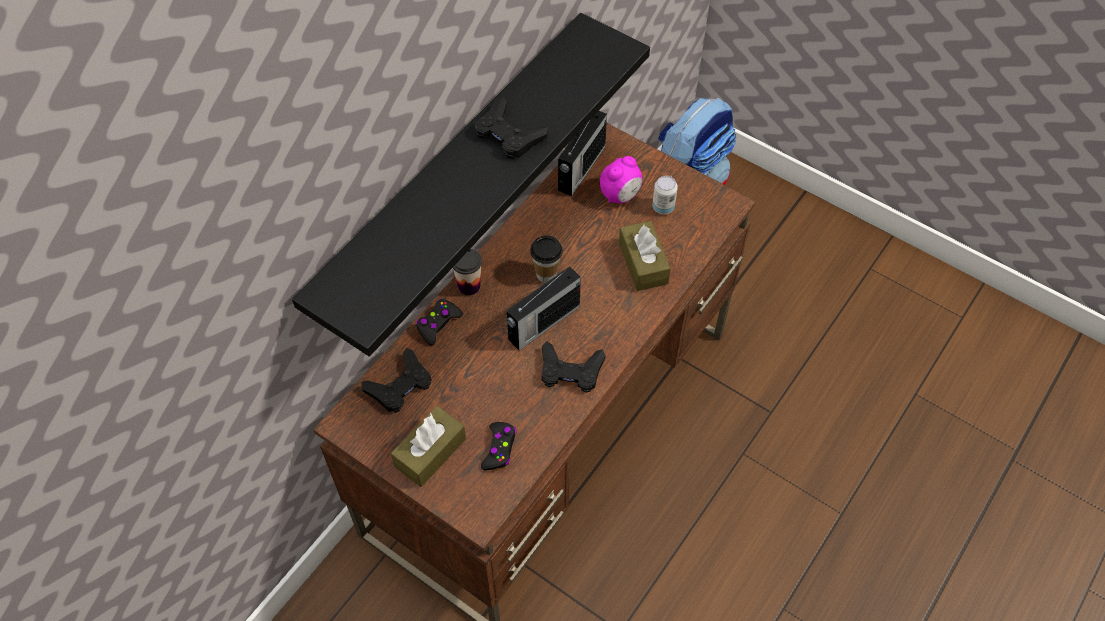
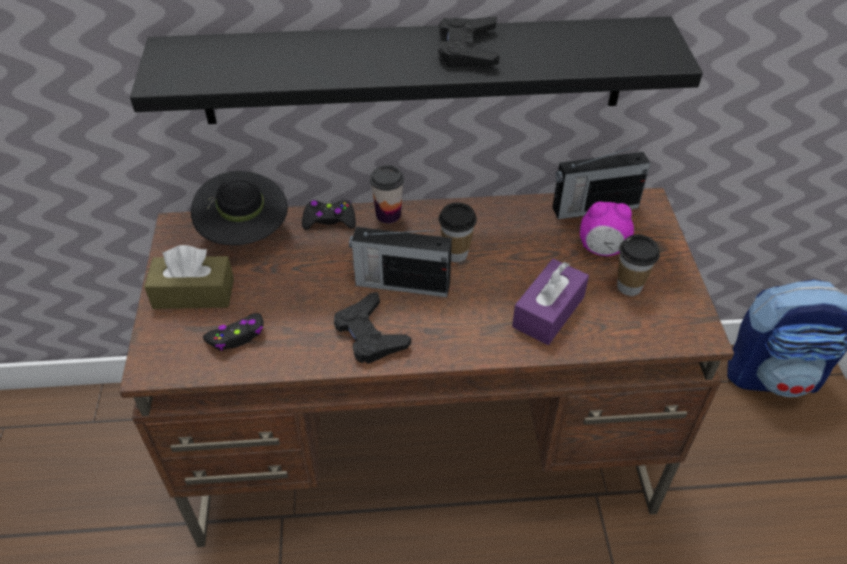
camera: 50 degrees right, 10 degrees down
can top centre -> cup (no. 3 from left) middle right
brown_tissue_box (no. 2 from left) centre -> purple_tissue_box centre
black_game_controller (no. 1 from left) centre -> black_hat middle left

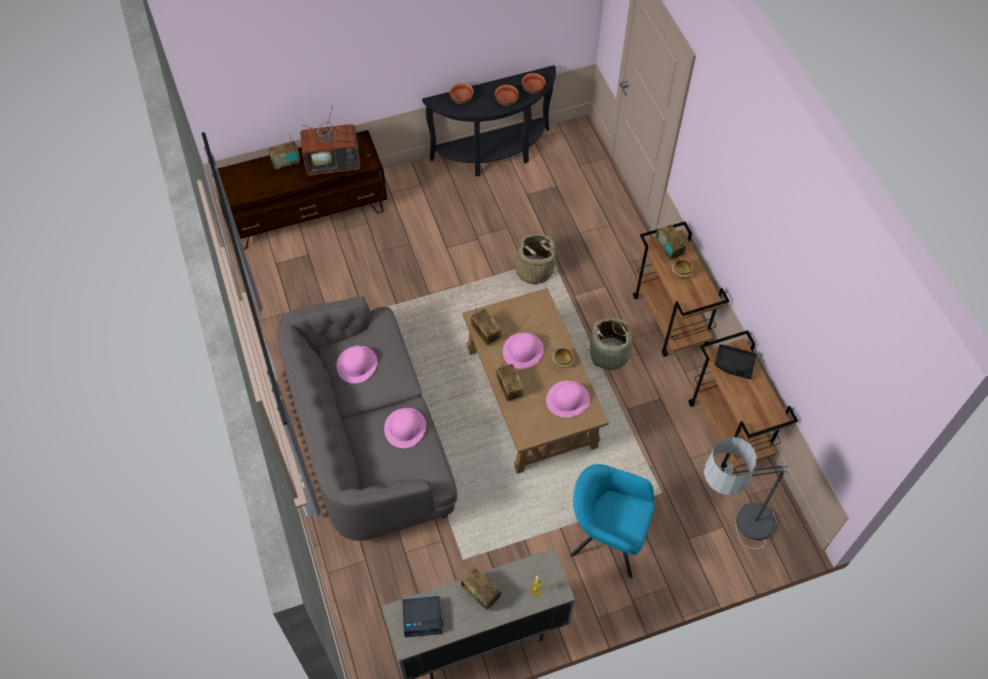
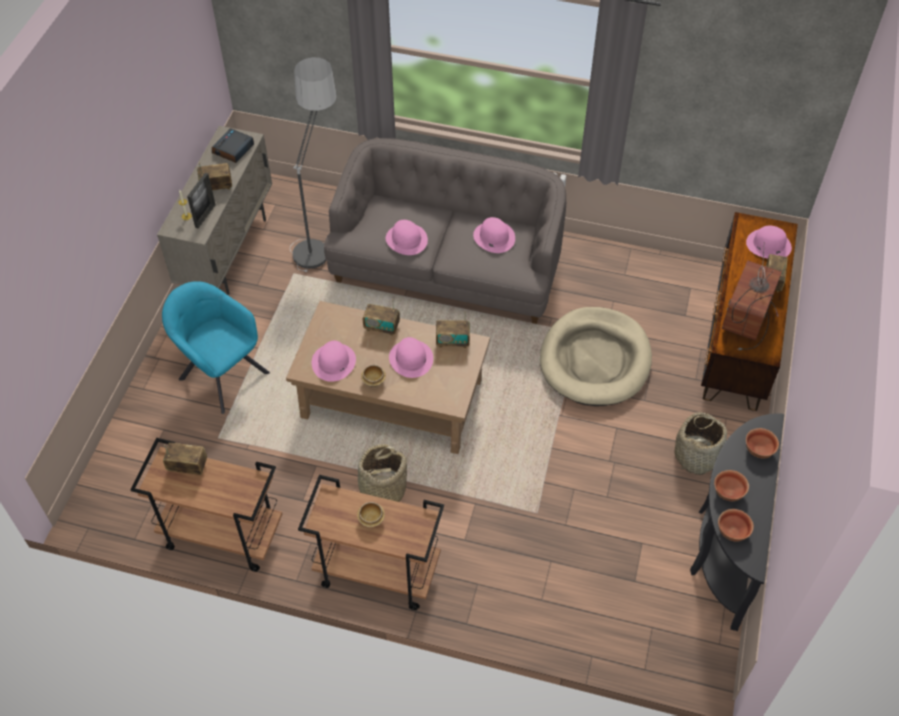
camera: 125 degrees right, 5 degrees down
radio (no. 5 from left in the first image) middle right -> radio (no. 1 from left) middle left, relocated
basket (no. 1 from left in the first image) centre -> basket (no. 2 from left) middle right, relocated
black_tray middle right -> none
floor_lamp bottom right -> floor_lamp top centre, relocated
turquoise_armchair bottom centre -> turquoise_armchair middle left, 105 degrees counterclockwise
none -> picture_frame top left
none -> pink_hat (no. 5 from left) middle right
none -> beige_dog_bed centre

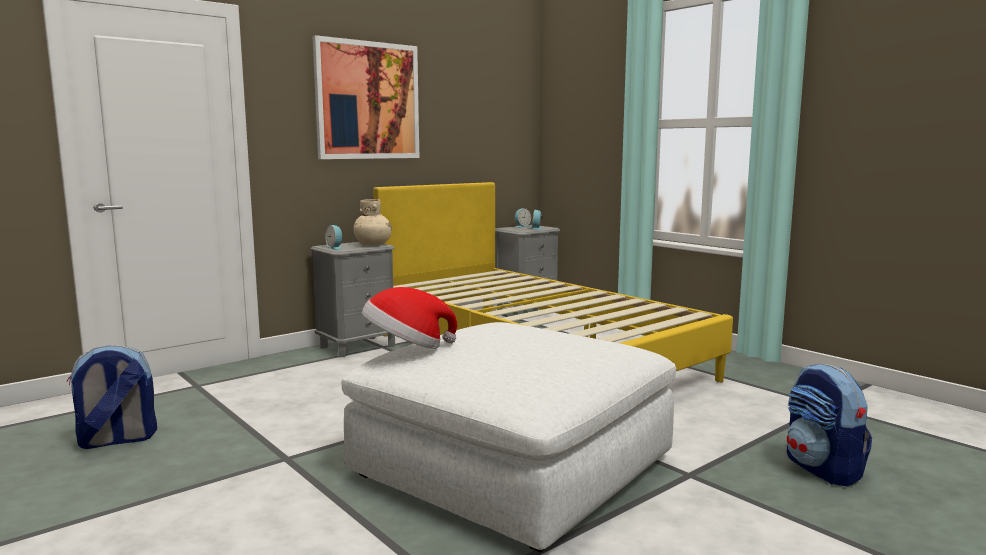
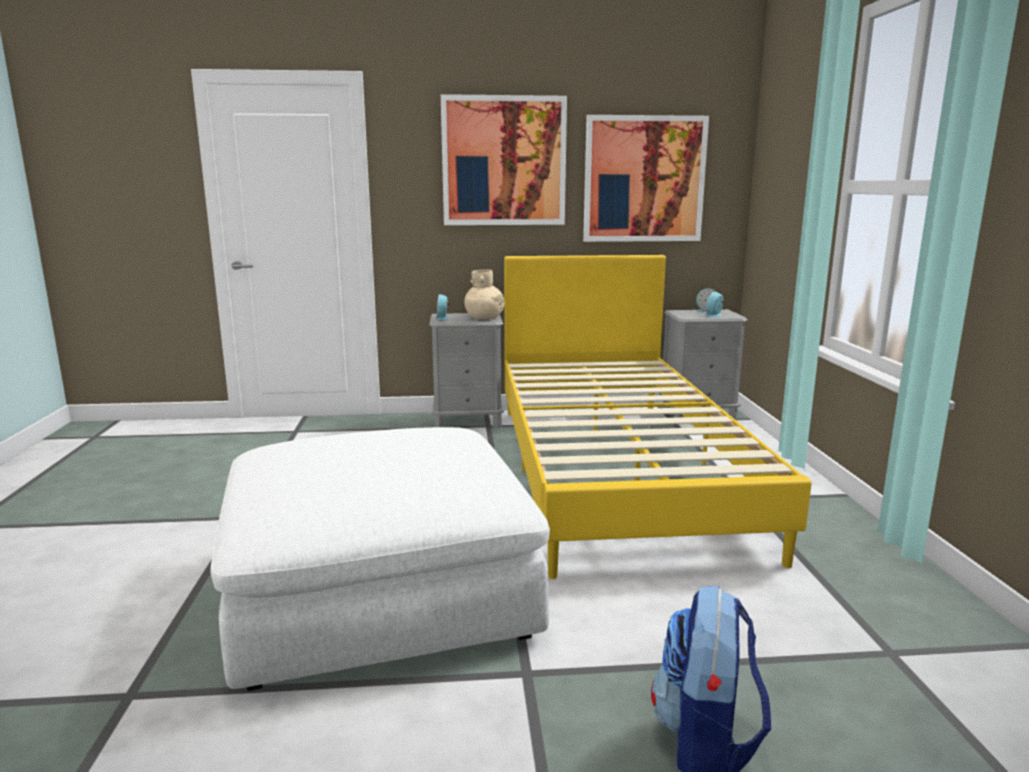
camera: 35 degrees right, 5 degrees up
hat centre -> none
backpack (no. 1 from left) bottom left -> none
none -> picture (no. 2 from left) top centre

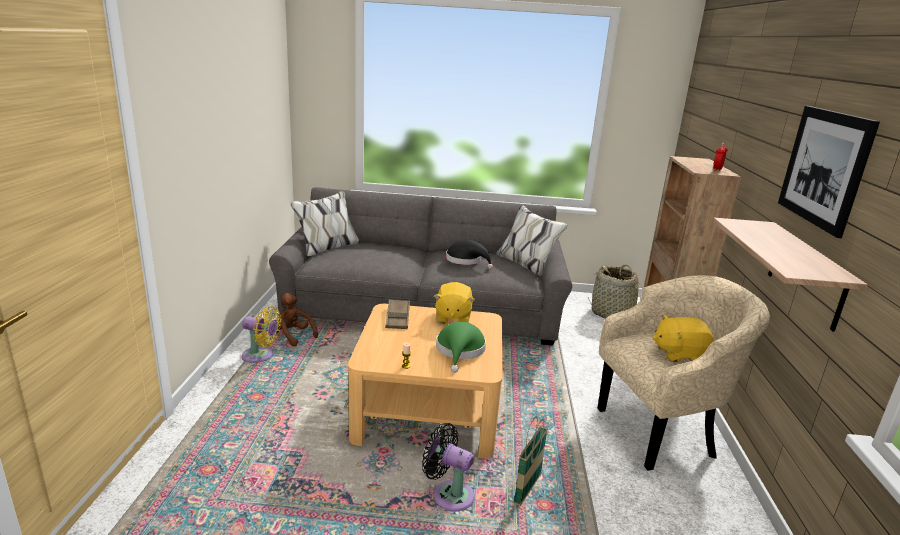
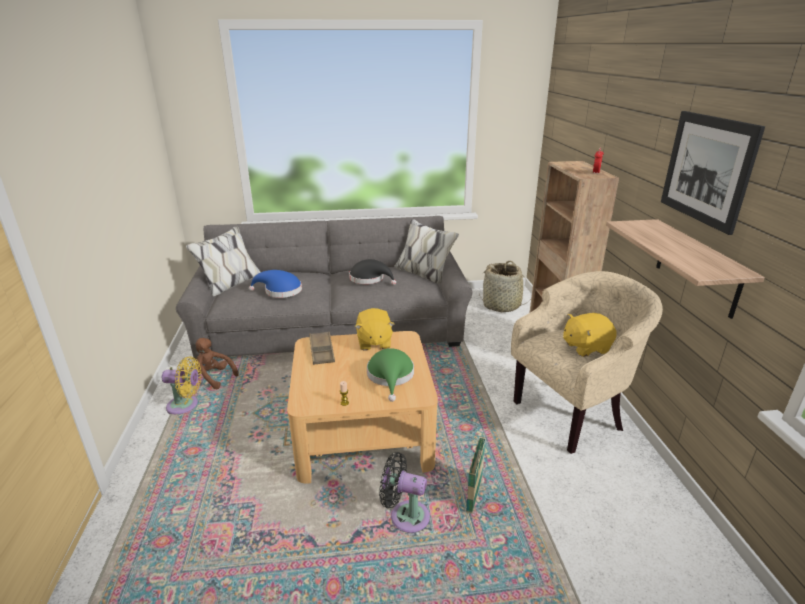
camera: 10 degrees left, 5 degrees up
none -> blue_hat centre

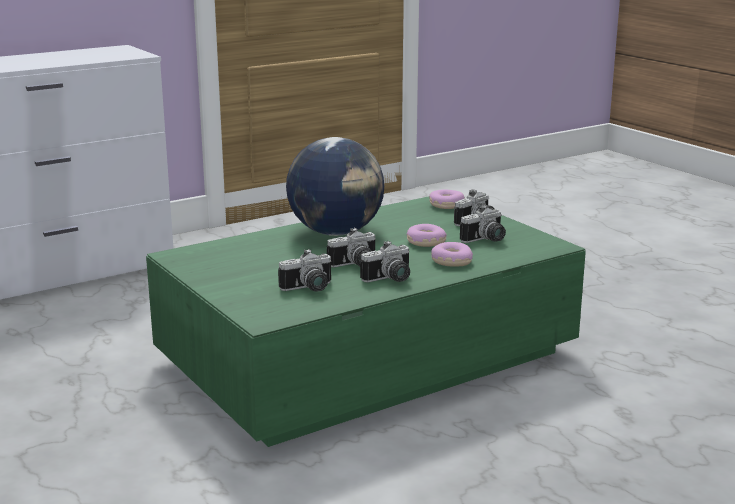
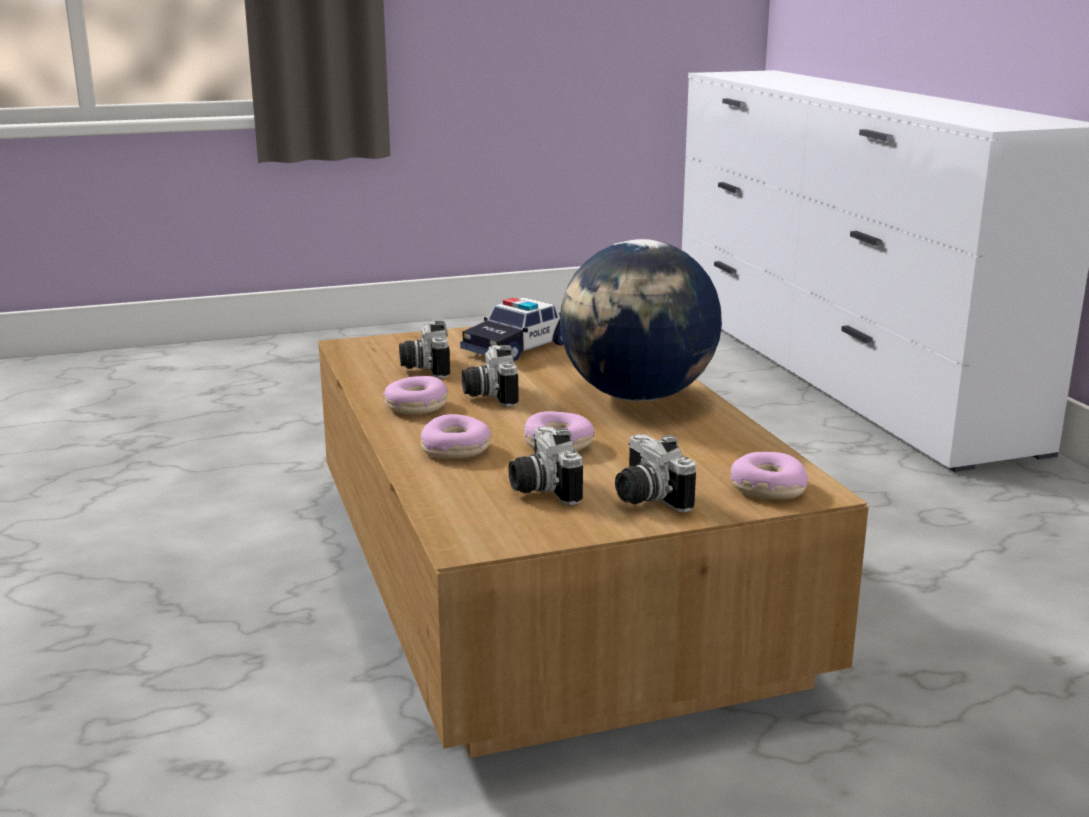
camera: 105 degrees right, 0 degrees up
green_coffee_table centre -> brown_coffee_table centre
photo_camera (no. 3 from left) centre -> donut (no. 1 from left) centre
none -> toy_car centre

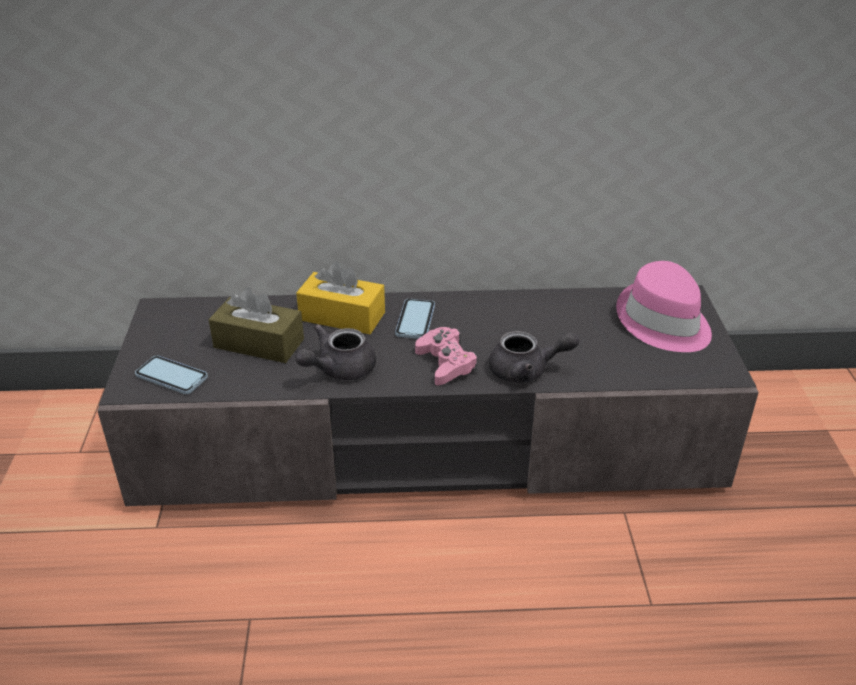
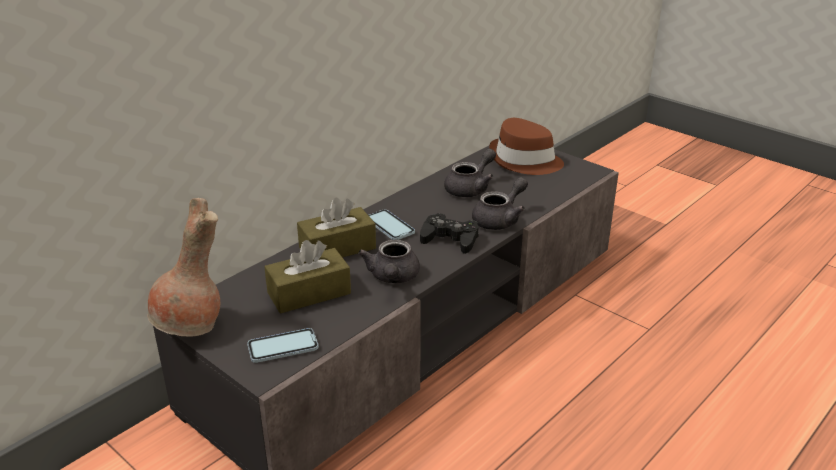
camera: 45 degrees left, 5 degrees down
yellow_tissue_box centre -> brown_tissue_box (no. 2 from left) centre
pink_hat middle right -> brown_hat top centre
pink_game_controller centre -> black_game_controller centre
none -> grey_teapot (no. 2 from left) centre
none -> brown_vase middle left

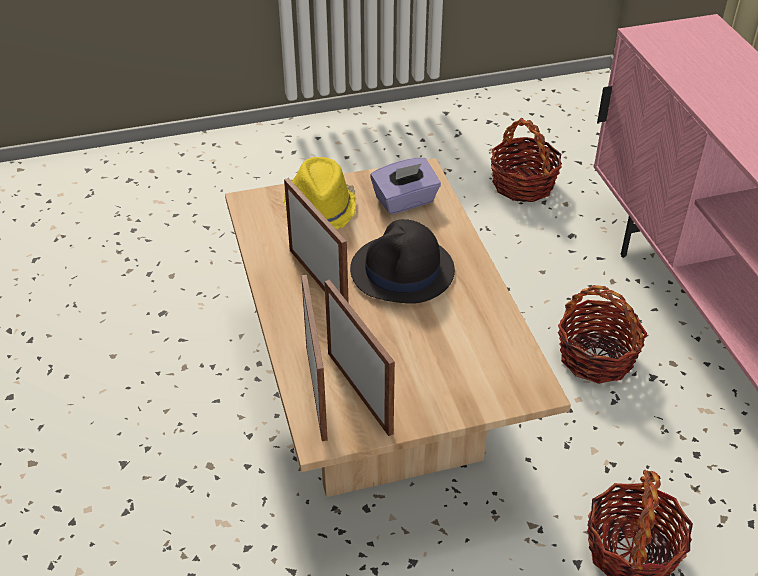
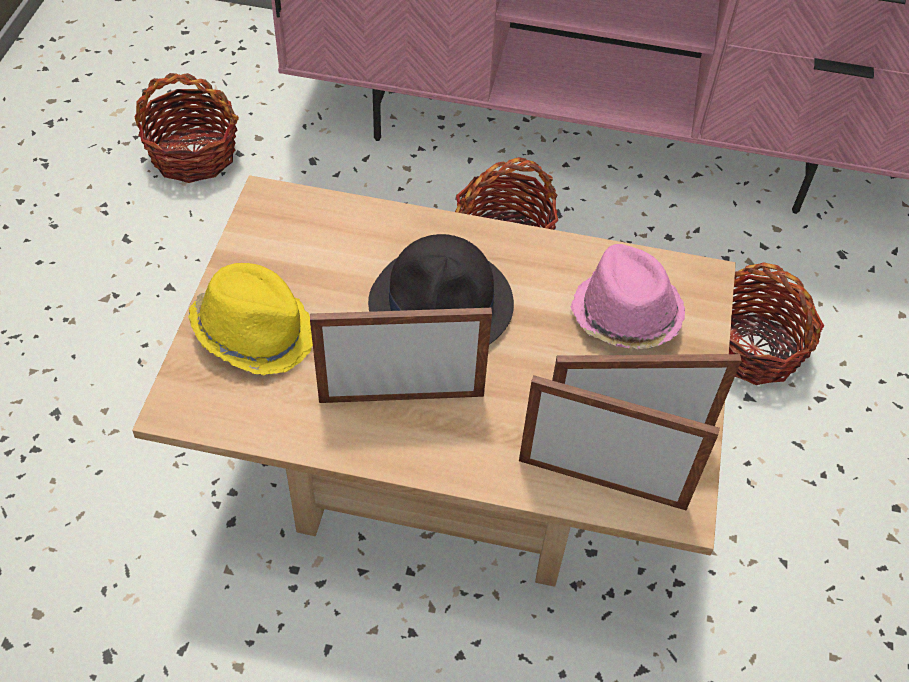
camera: 65 degrees left, 10 degrees up
purple_tissue_box top centre -> none
none -> pink_hat middle right

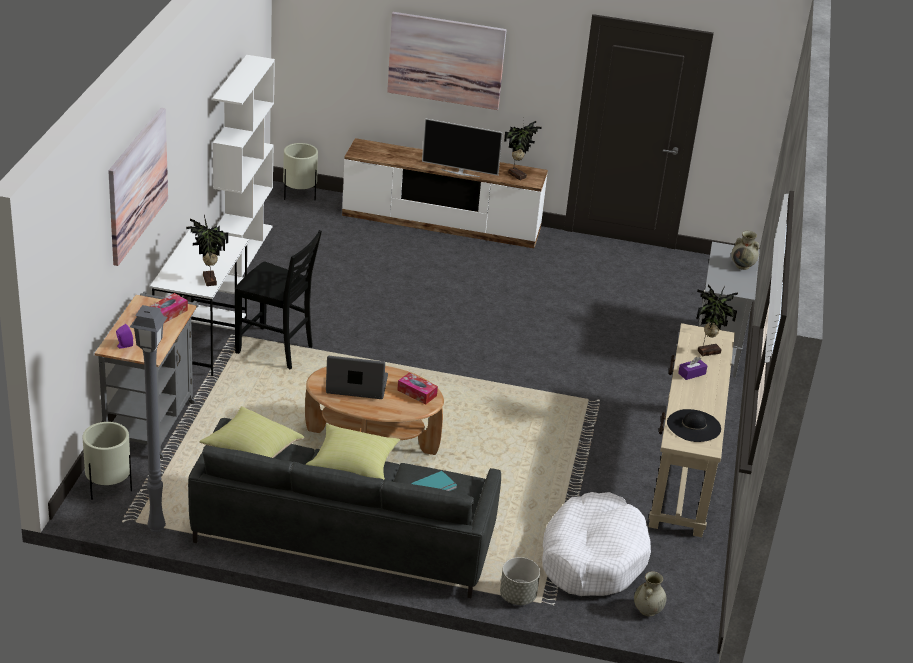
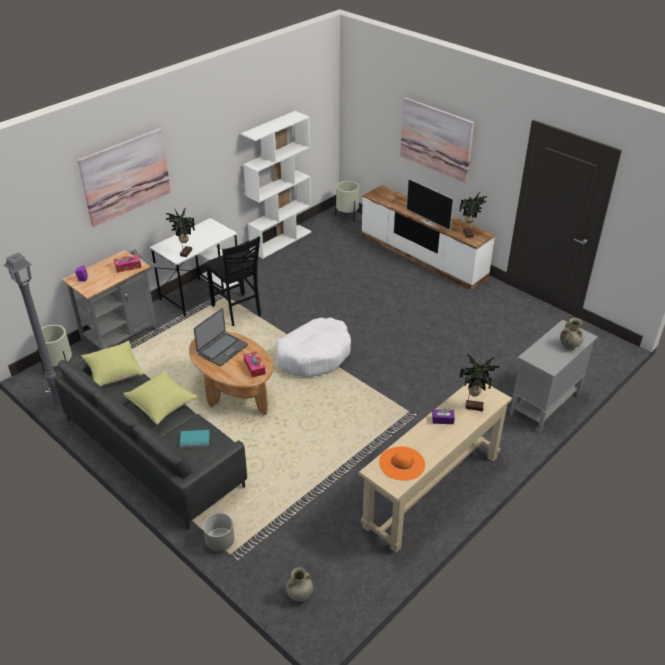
camera: 35 degrees right, 5 degrees up
laptop centre -> laptop middle left, 90 degrees clockwise
black_hat middle right -> orange_hat bottom centre
white_dog_bed bottom centre -> white_dog_bed centre, relocated

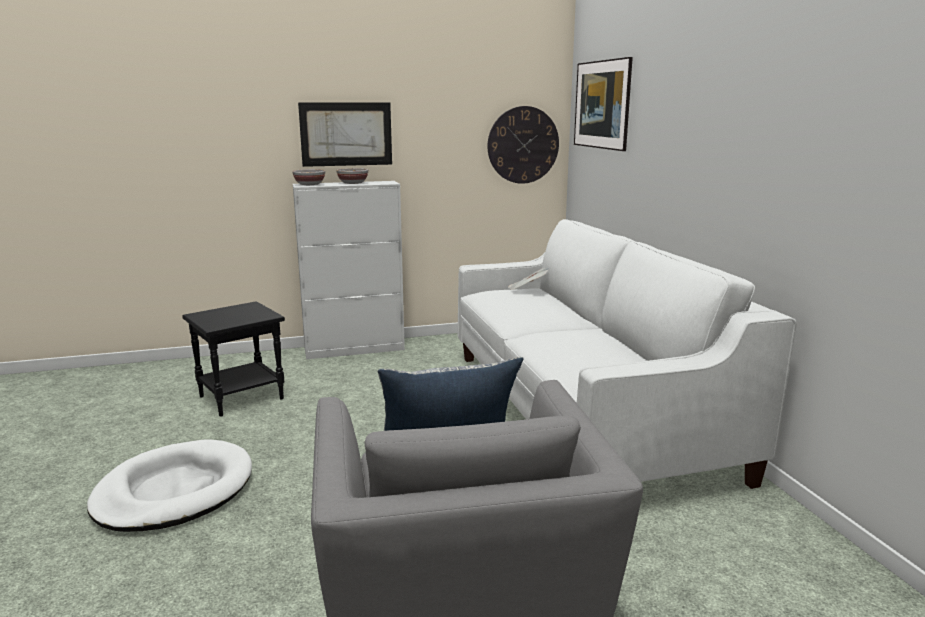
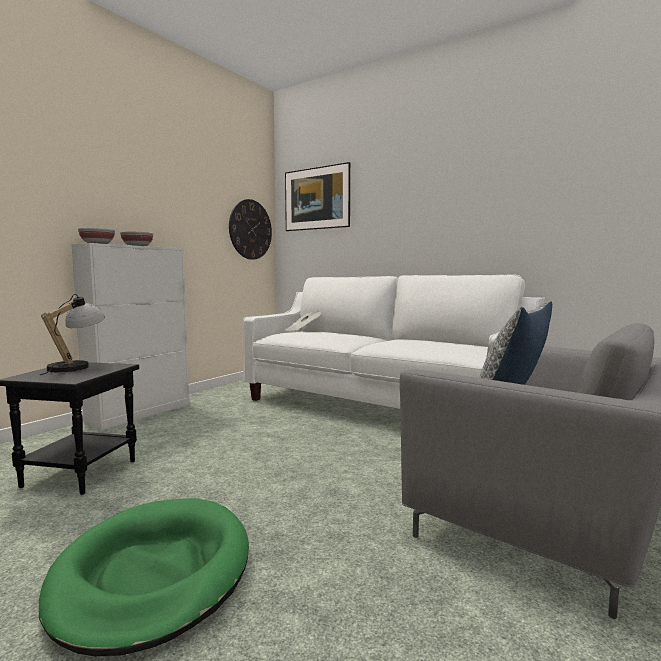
camera: 40 degrees left, 10 degrees down
picture (no. 1 from left) top centre -> none
white_dog_bed bottom left -> green_dog_bed bottom left
none -> table_lamp middle left

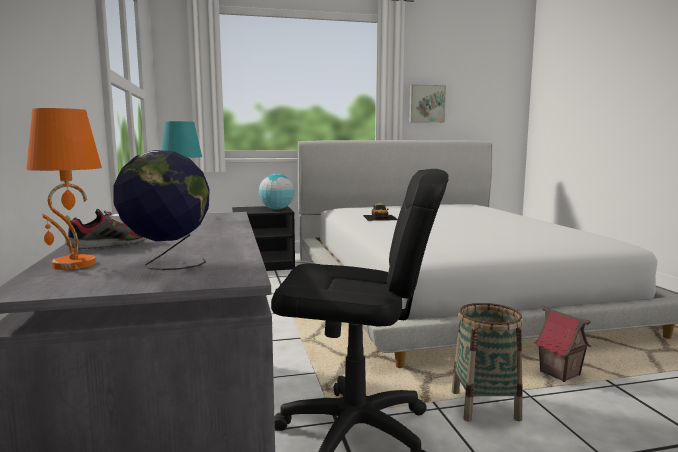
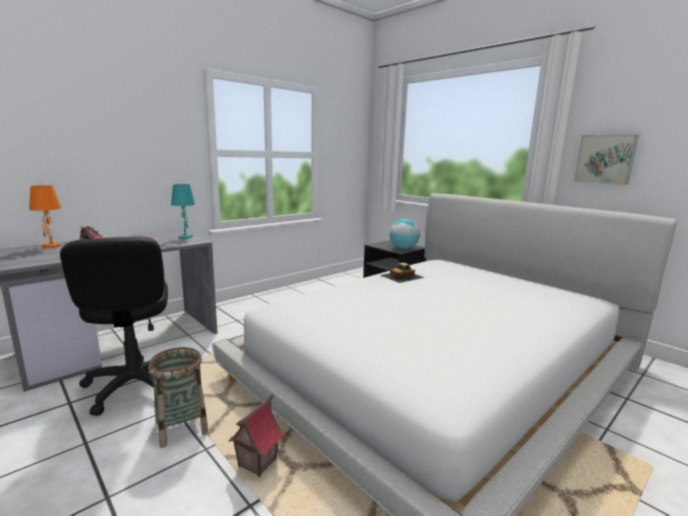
camera: 60 degrees right, 5 degrees up
globe (no. 1 from left) middle left -> none

